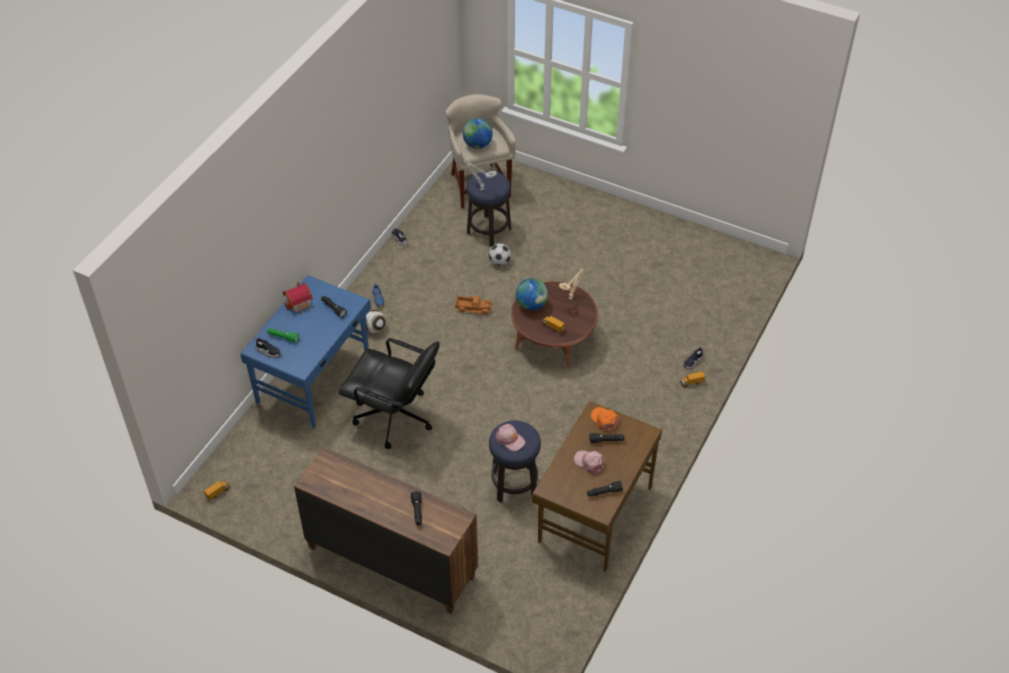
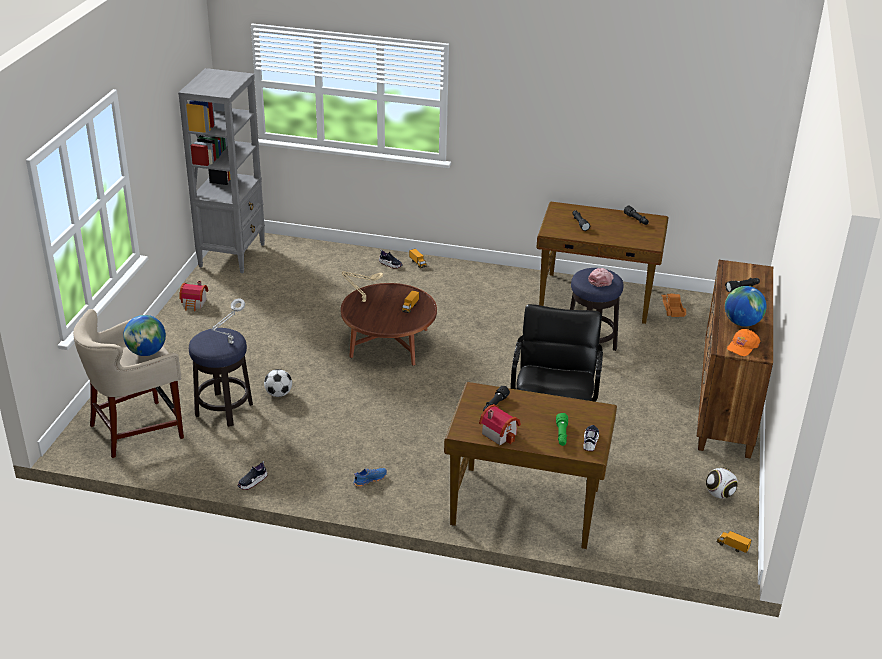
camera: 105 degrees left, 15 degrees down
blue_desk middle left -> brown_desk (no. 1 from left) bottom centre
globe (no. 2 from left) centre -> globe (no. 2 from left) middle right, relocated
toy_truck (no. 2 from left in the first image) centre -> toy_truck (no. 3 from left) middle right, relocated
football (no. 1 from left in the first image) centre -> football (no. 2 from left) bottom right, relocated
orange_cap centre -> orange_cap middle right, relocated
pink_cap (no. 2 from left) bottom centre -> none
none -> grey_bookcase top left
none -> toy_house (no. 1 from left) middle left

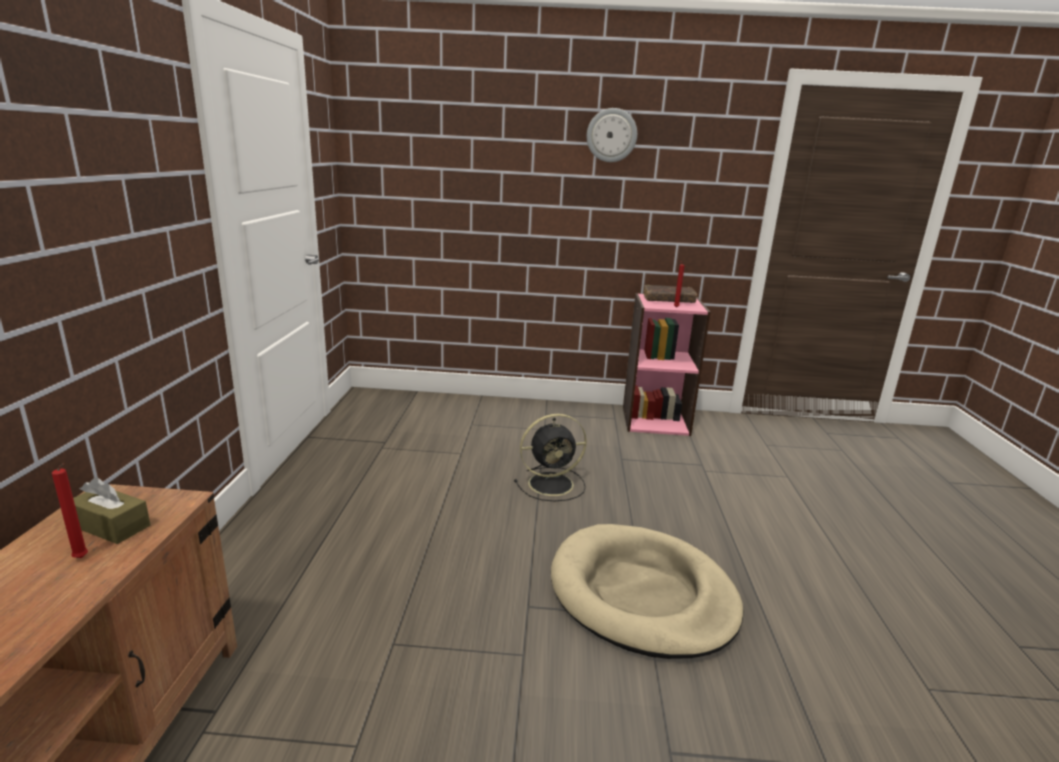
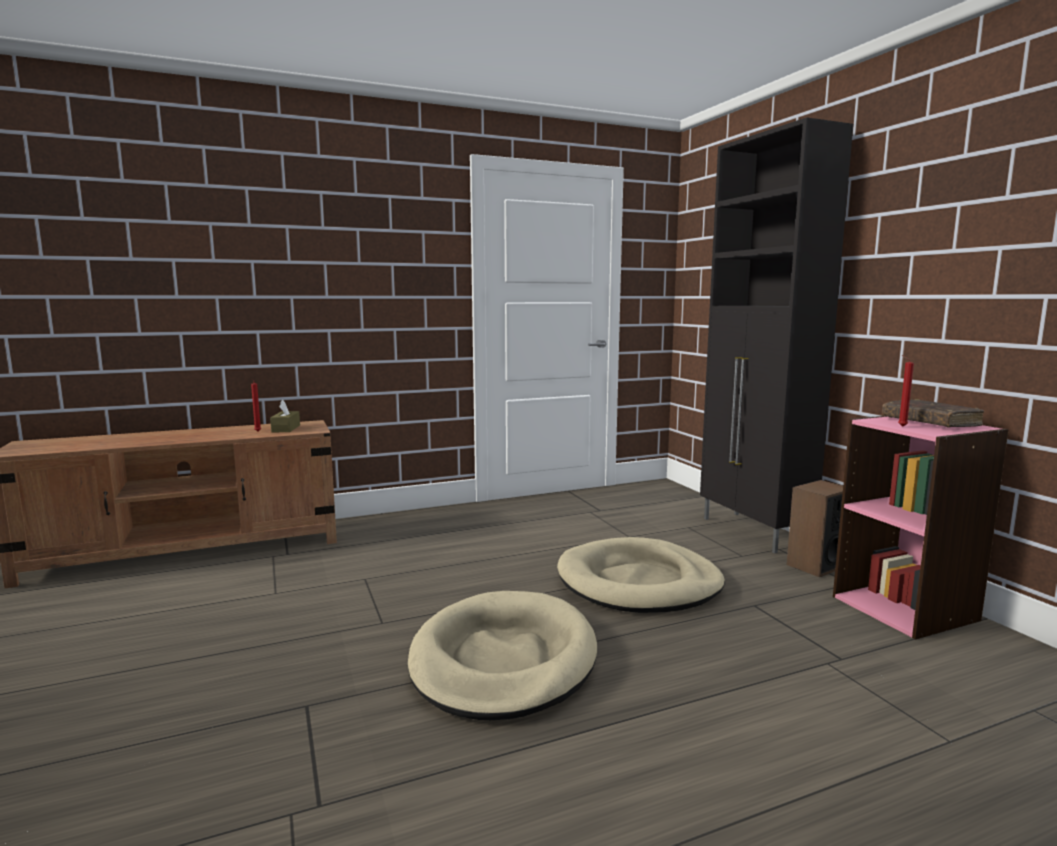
camera: 65 degrees right, 10 degrees down
wall_clock top centre -> none
black_fan centre -> beige_dog_bed (no. 2 from left) bottom centre
none -> black_cabinet middle right
none -> speaker middle right

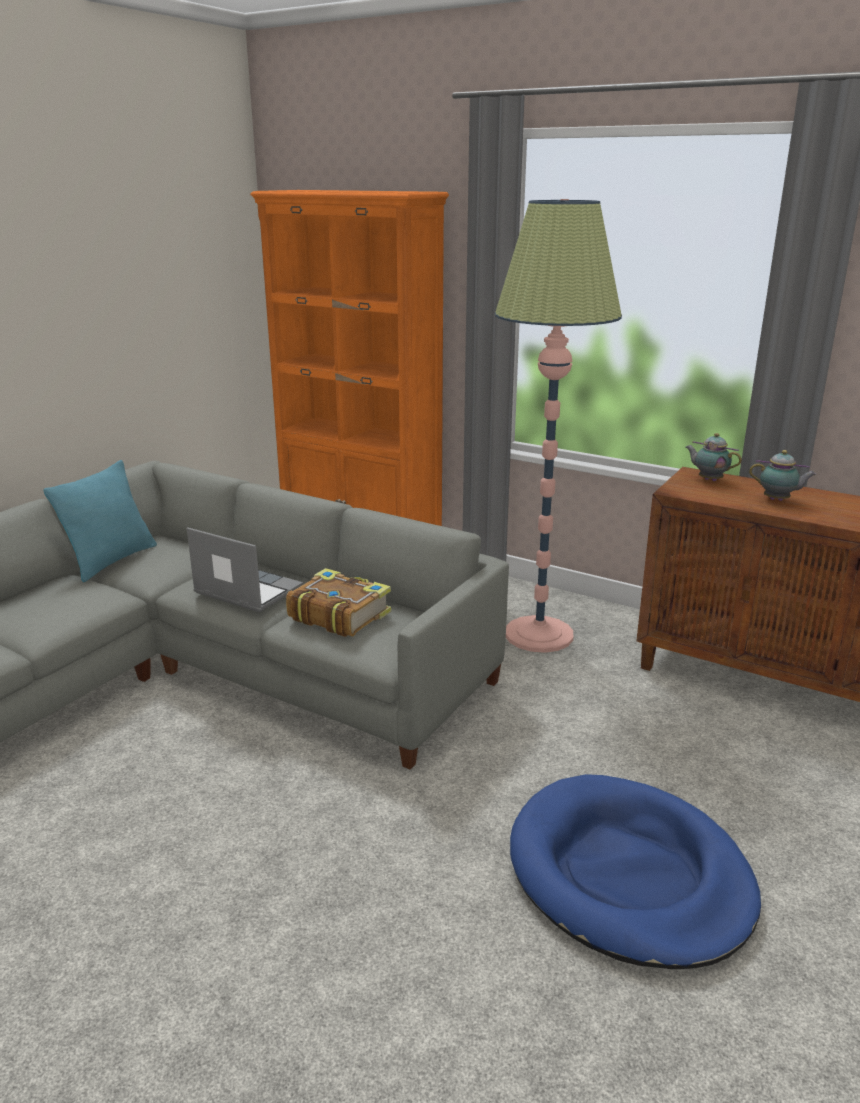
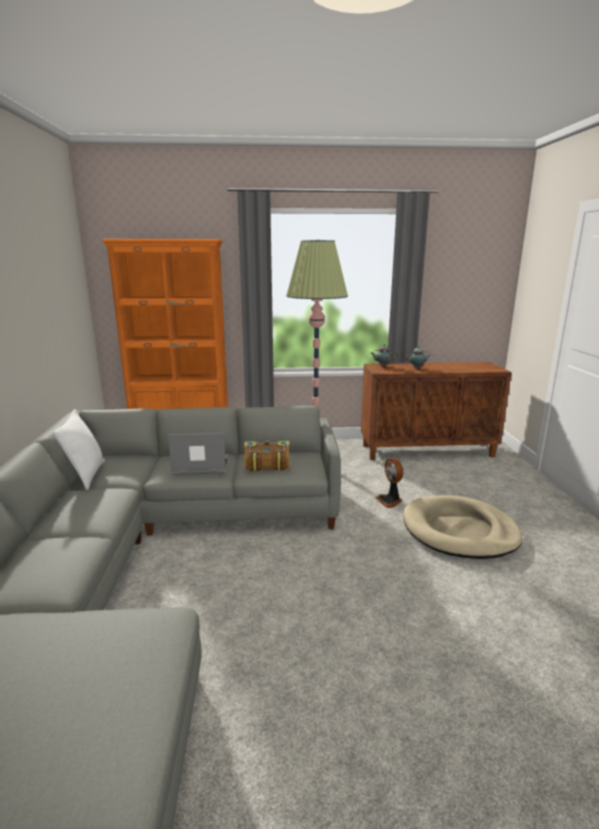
camera: 35 degrees left, 5 degrees down
turquoise_pillow middle left -> white_pillow middle left
blue_dog_bed bottom right -> beige_dog_bed middle right
none -> fan centre

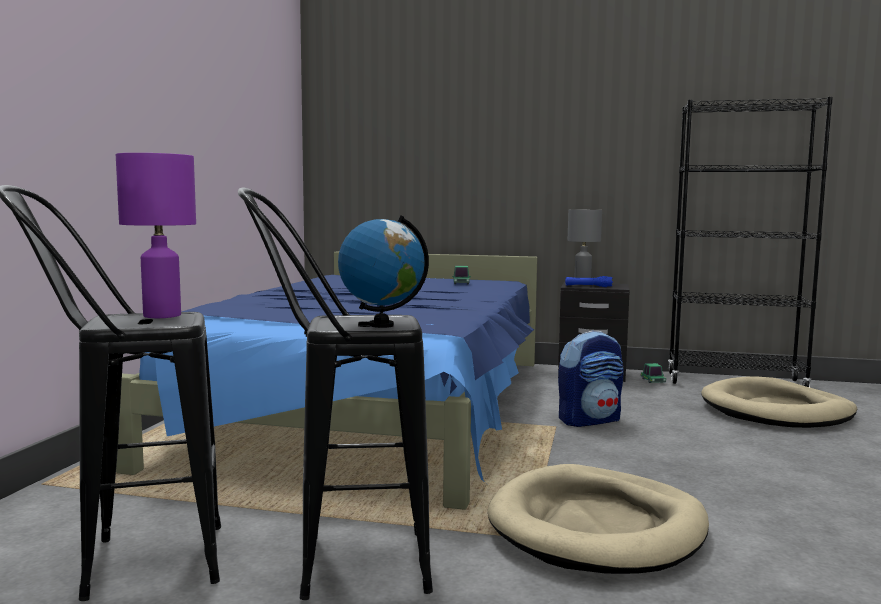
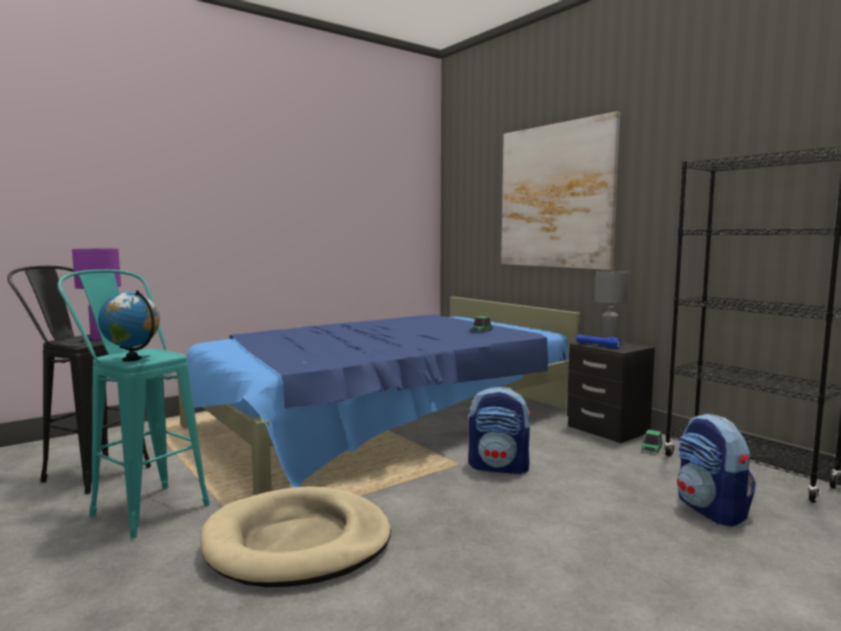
camera: 40 degrees right, 0 degrees up
black_stool (no. 2 from left) centre -> turquoise_stool middle left
beige_dog_bed (no. 2 from left) middle right -> backpack (no. 2 from left) bottom right
none -> picture top centre

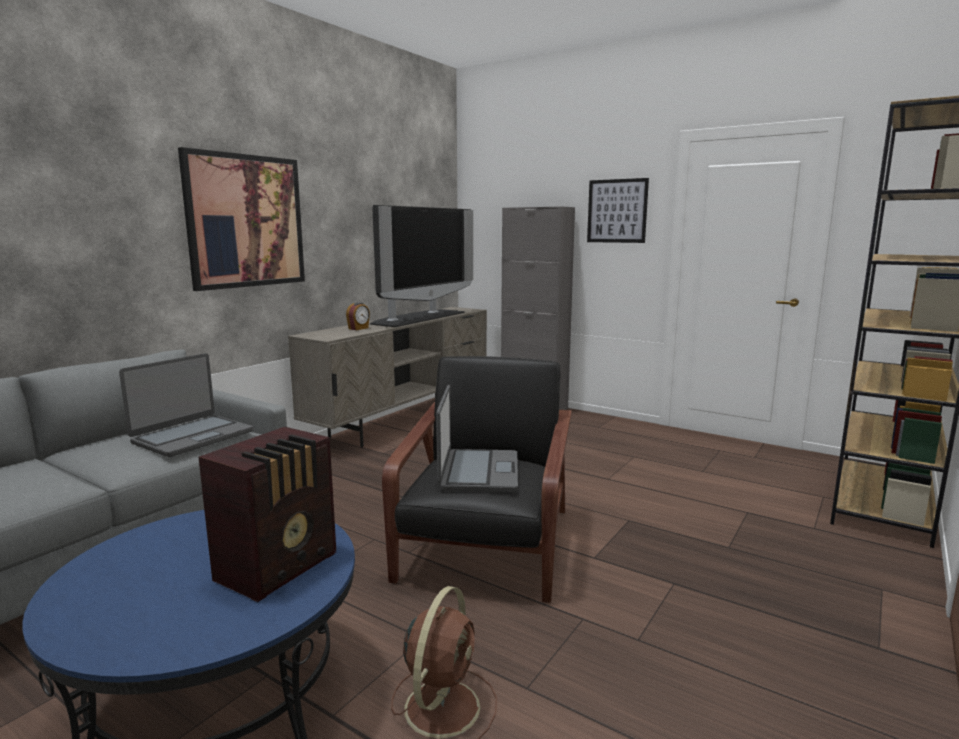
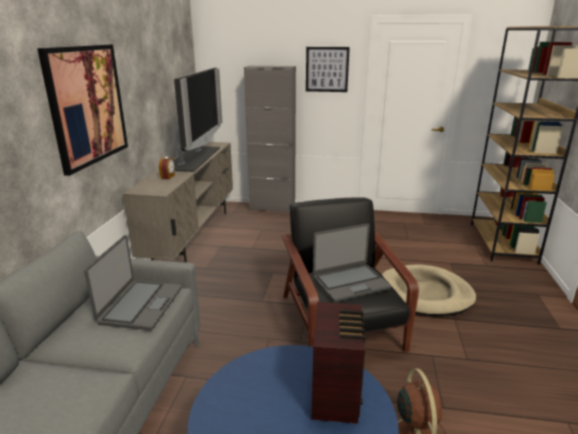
camera: 25 degrees left, 10 degrees up
laptop (no. 2 from left) centre, 90 degrees clockwise
none -> beige_dog_bed bottom right

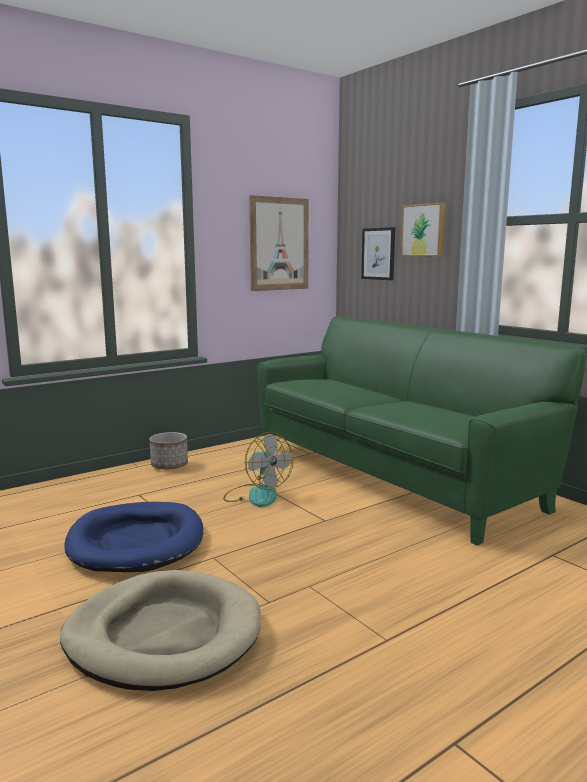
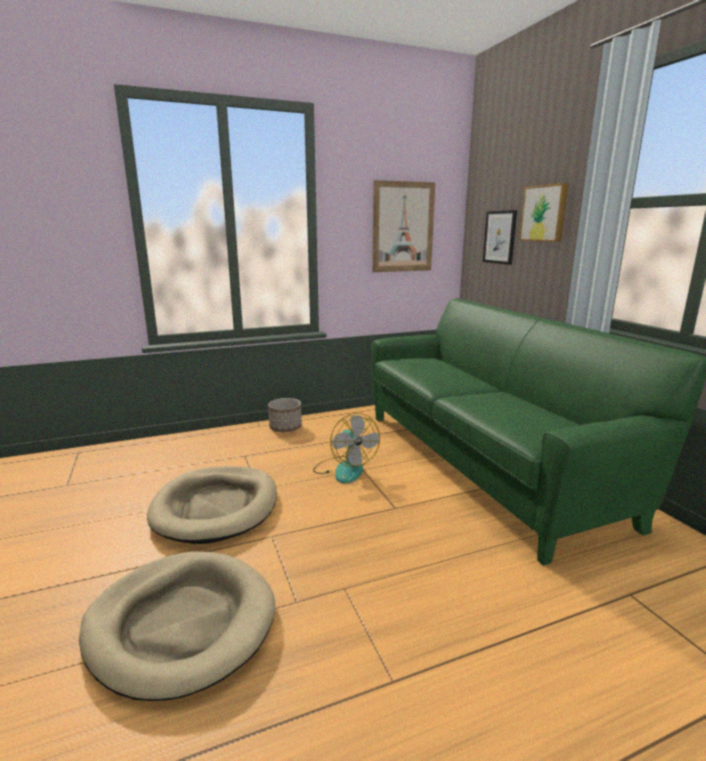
camera: 15 degrees right, 5 degrees up
blue_dog_bed bottom left -> beige_dog_bed (no. 2 from left) middle left

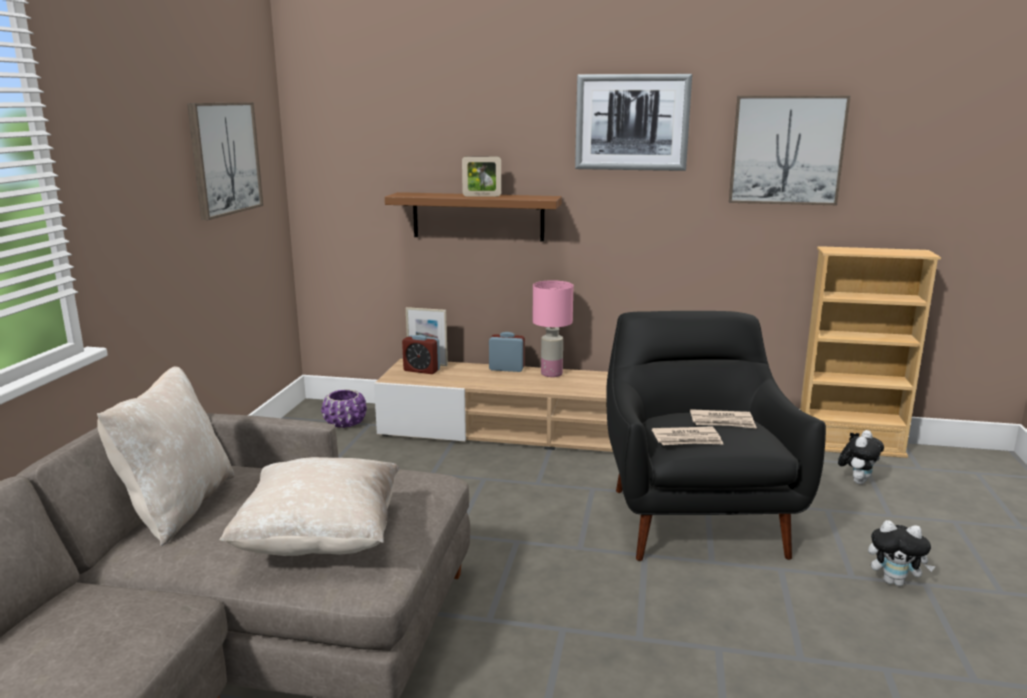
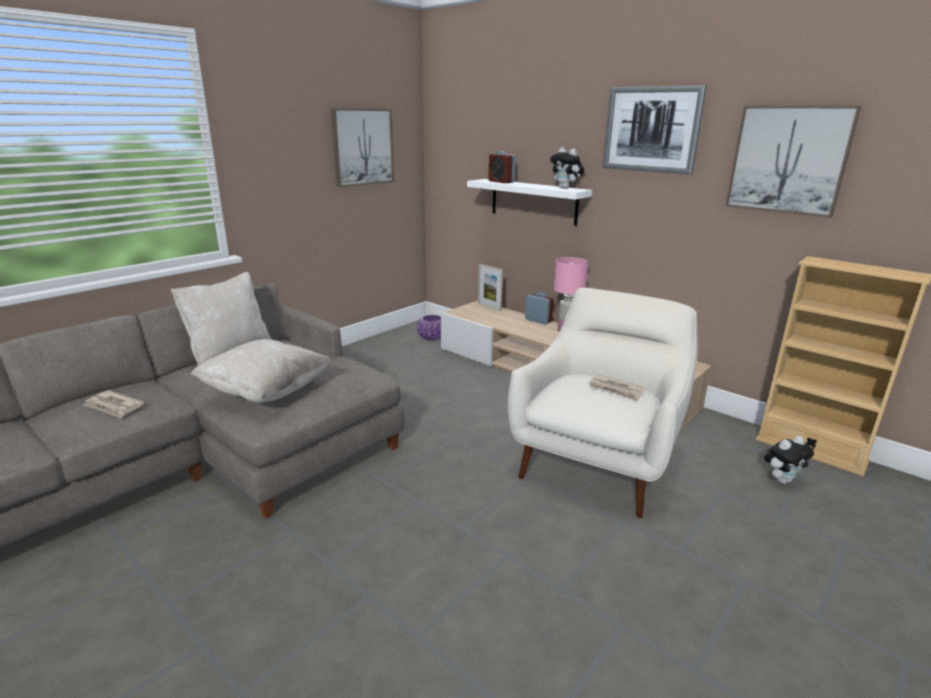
camera: 30 degrees right, 5 degrees up
picture_frame (no. 2 from left) top centre -> none
brown_shelf top centre -> white_shelf top centre
black_armchair middle right -> white_armchair centre
alarm_clock (no. 1 from left) centre -> alarm_clock (no. 1 from left) top centre, relocated
newspaper (no. 1 from left) middle right -> newspaper (no. 1 from left) middle left, relocated
plush_toy (no. 2 from left in the first image) bottom right -> plush_toy (no. 1 from left) top centre, relocated

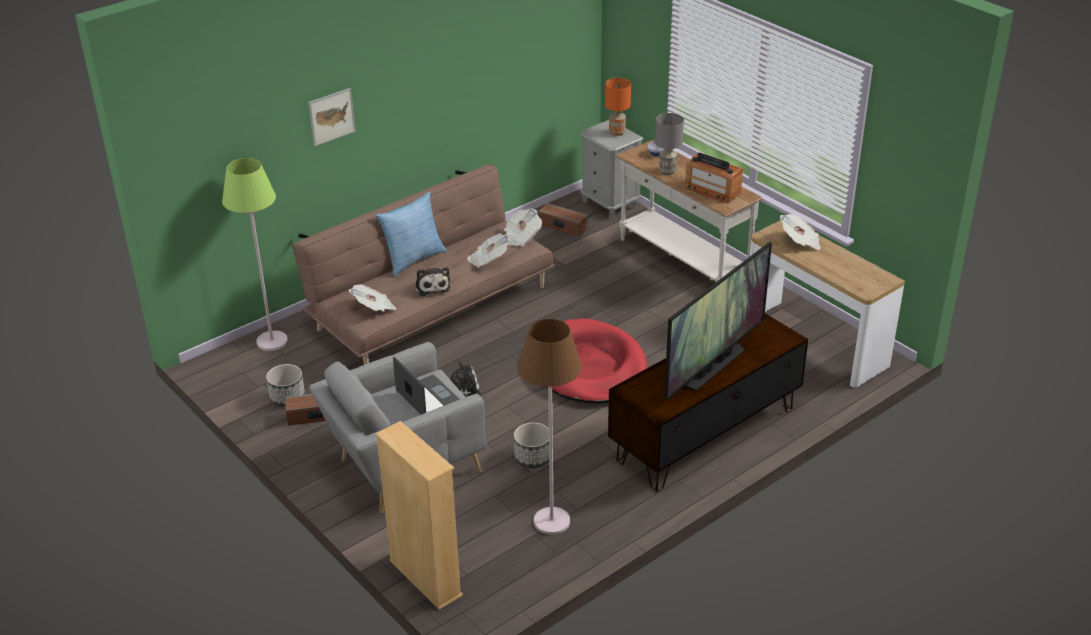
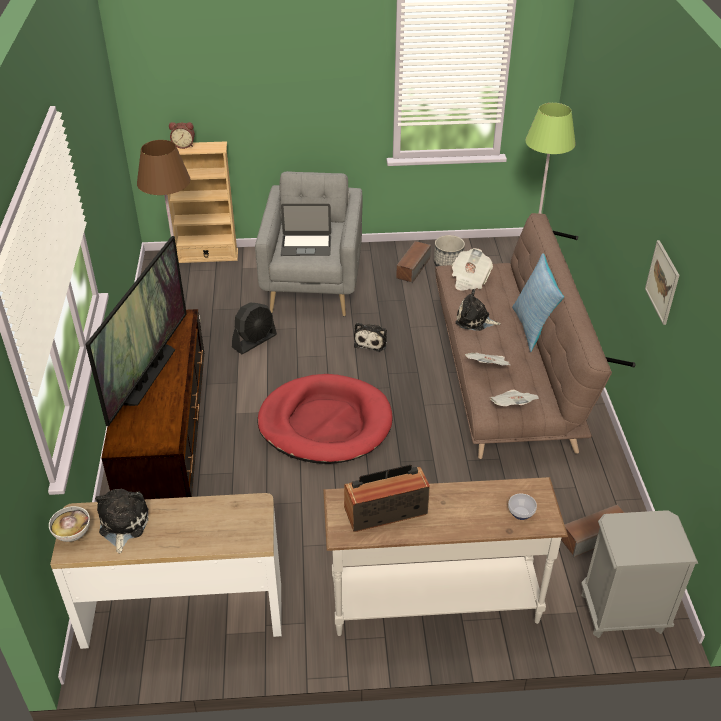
camera: 125 degrees right, 5 degrees up
orange_table_lamp top centre -> none
picture top left -> picture middle right, relocated
grey_table_lamp top centre -> none
newspaper (no. 4 from left) middle right -> none
television centre -> television middle left, 150 degrees counterclockwise
planter (no. 2 from left) bottom centre -> black_fan centre
none -> alarm_clock top left
none -> plush_toy (no. 1 from left) bottom left
none -> bowl (no. 1 from left) bottom left

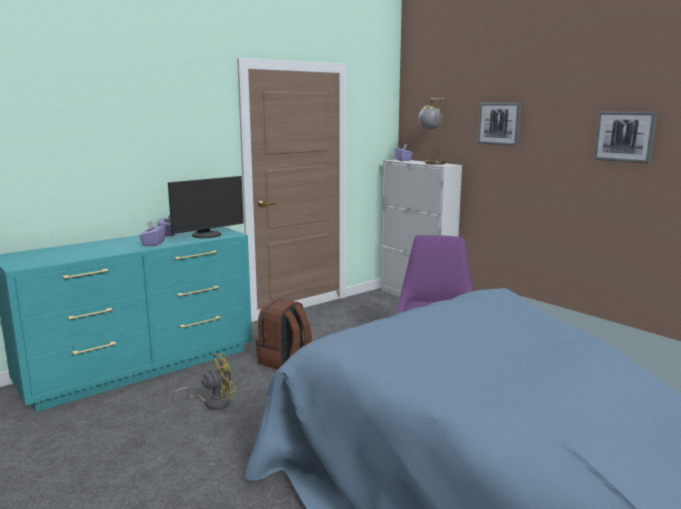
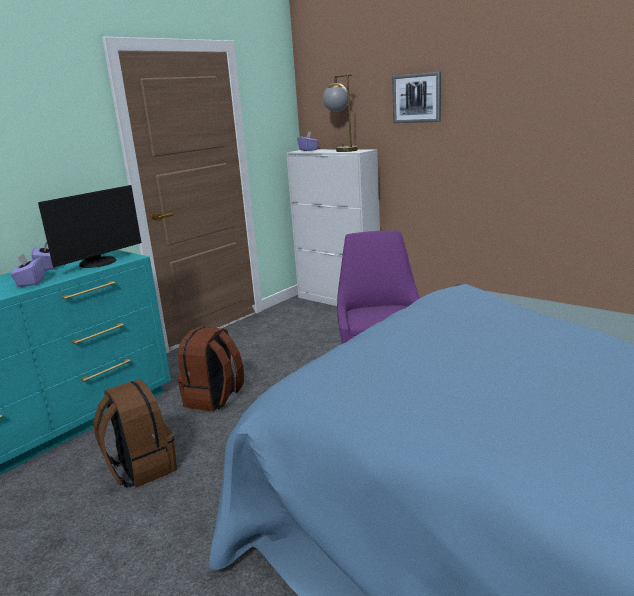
camera: 10 degrees left, 5 degrees up
picture (no. 2 from left) top right -> none
yellow_fan bottom left -> brown_backpack (no. 1 from left) bottom left

